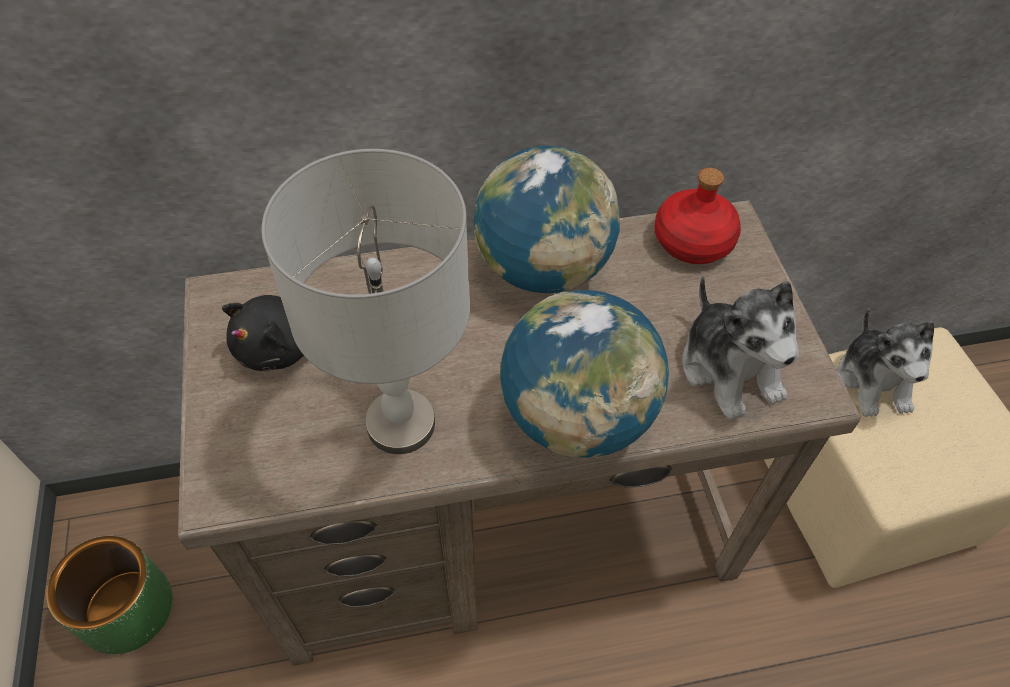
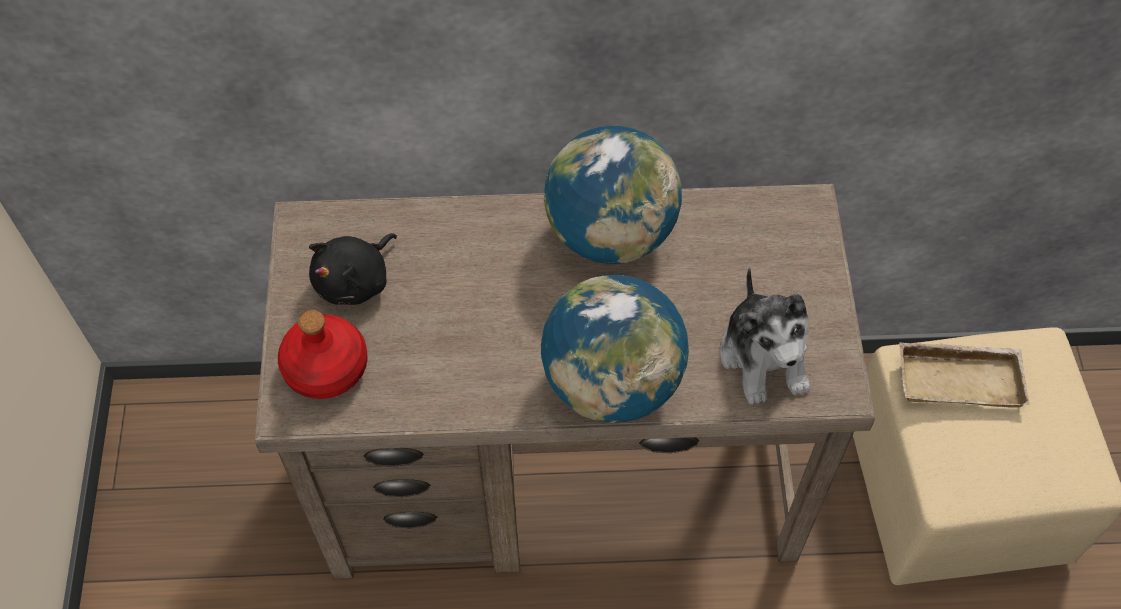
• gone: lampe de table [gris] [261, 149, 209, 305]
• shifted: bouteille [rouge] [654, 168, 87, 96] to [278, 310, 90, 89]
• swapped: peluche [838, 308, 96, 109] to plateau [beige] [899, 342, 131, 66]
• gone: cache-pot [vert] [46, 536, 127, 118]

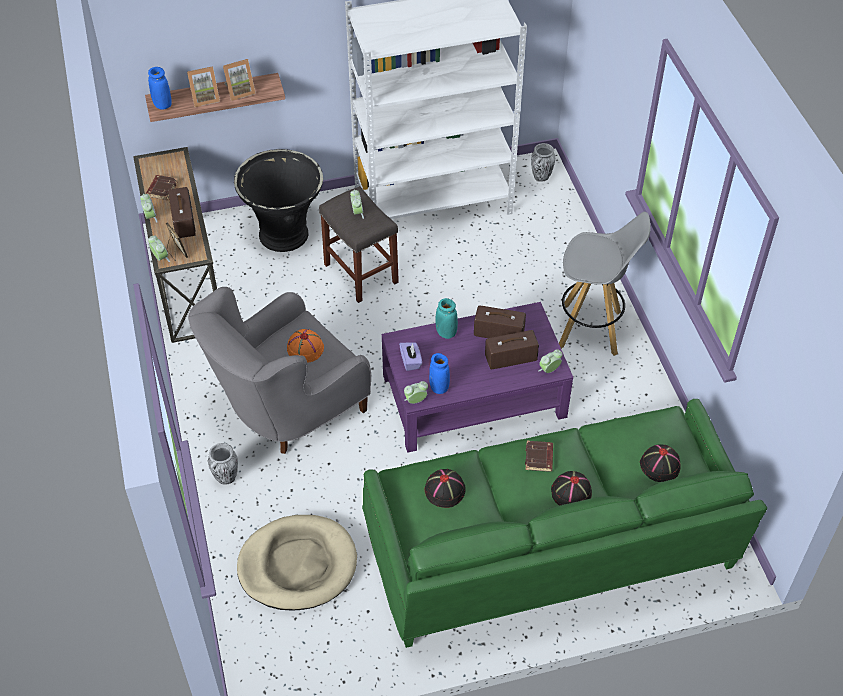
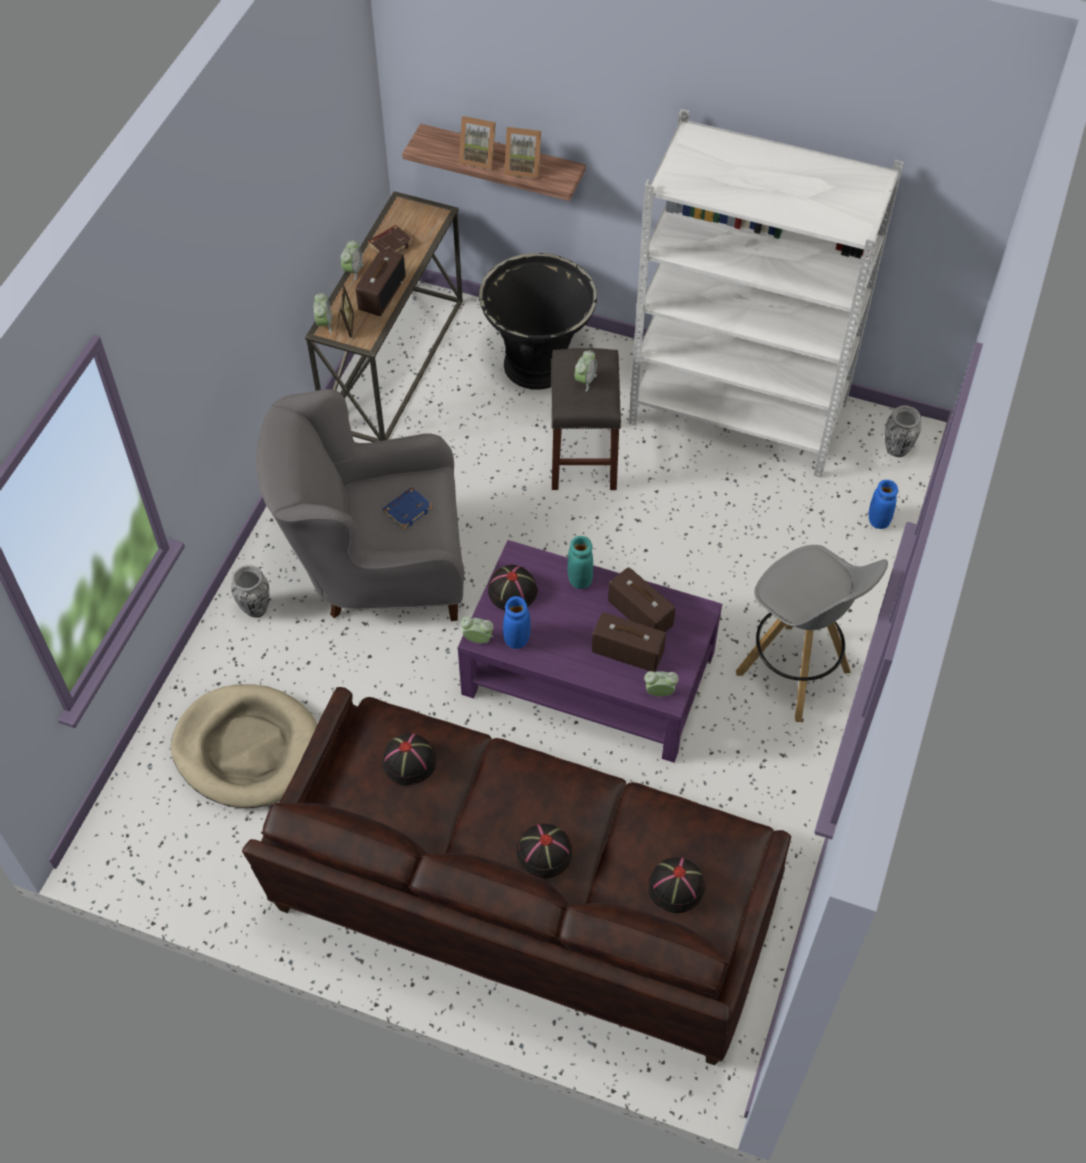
• shifted: vase [bleu] [148, 67, 24, 43] to [869, 480, 29, 49]
• swapped: chapeau [orange] [287, 329, 37, 34] to livre [bleu] [383, 487, 50, 43]
• swapped: boîte à mouchoirs [violet] [399, 343, 23, 28] to chapeau [noir] [488, 564, 50, 46]
• repainted: canapé [vert] [362, 399, 405, 249] to canapé [marron] [242, 687, 549, 378]
• gone: livre [marron] [525, 441, 28, 31]

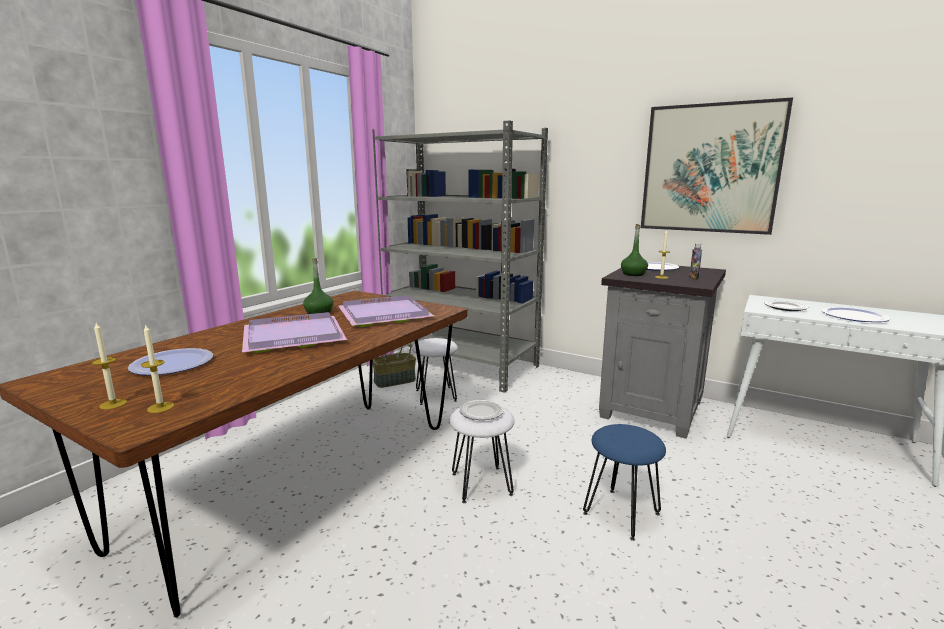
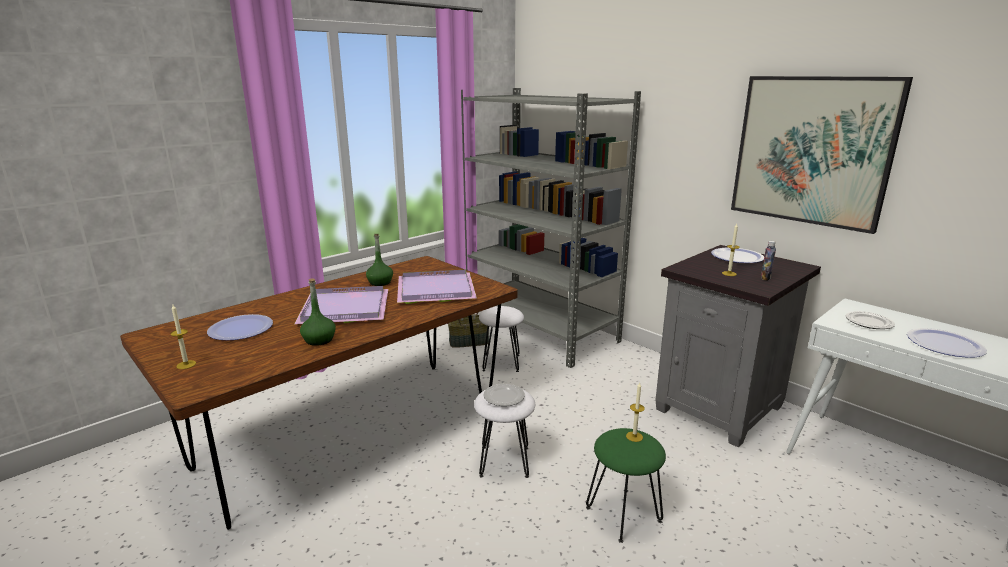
• shifted: bouteille [vert] [621, 224, 27, 52] to [300, 278, 36, 68]
• shifted: bougie [141, 324, 33, 89] to [626, 383, 19, 59]
• repainted: tabouret [bleu] [583, 424, 83, 117] to tabouret [vert] [586, 428, 80, 115]

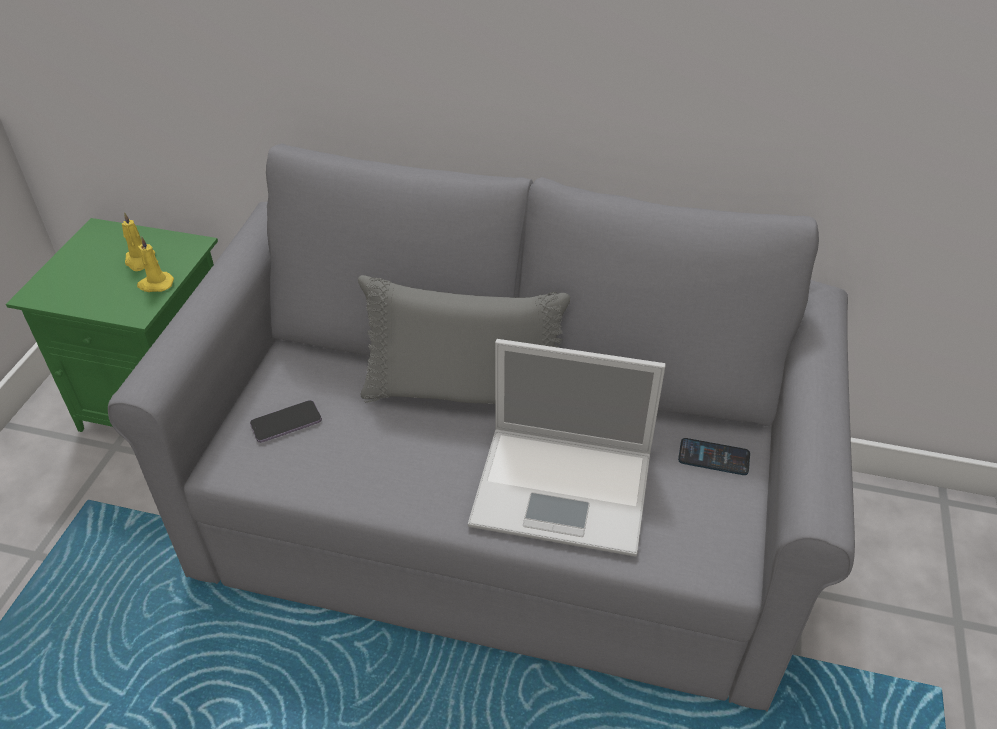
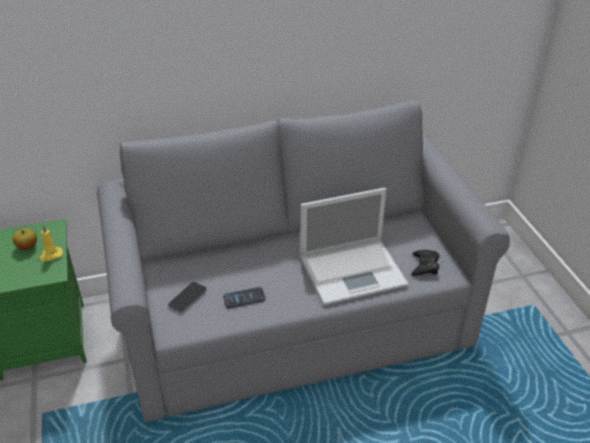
• swapped: bougie [jaune] [122, 212, 34, 59] to pomme [13, 228, 24, 22]
• gone: coussin [gris] [358, 275, 212, 129]
• shifted: téléphone [678, 438, 72, 37] to [223, 287, 43, 21]
• new: manette [noir] [411, 250, 29, 26]

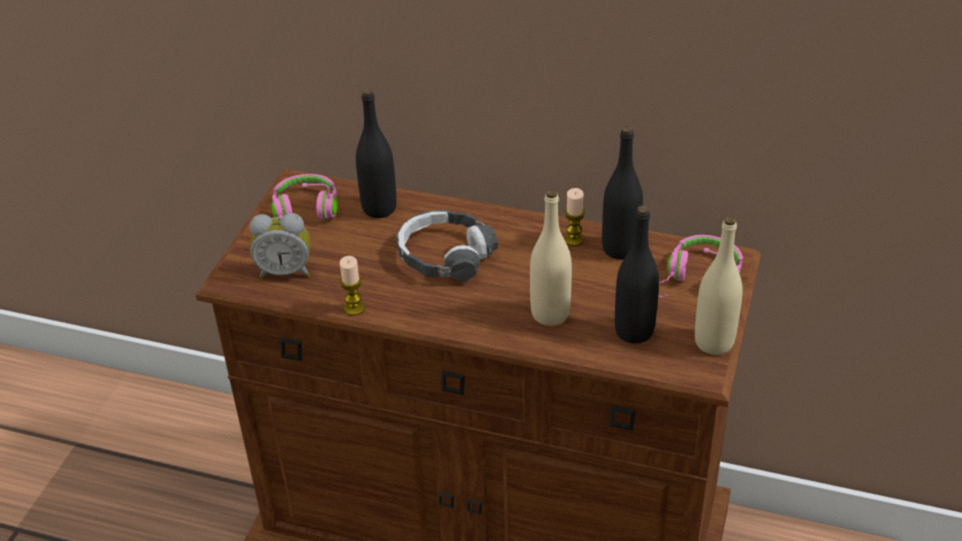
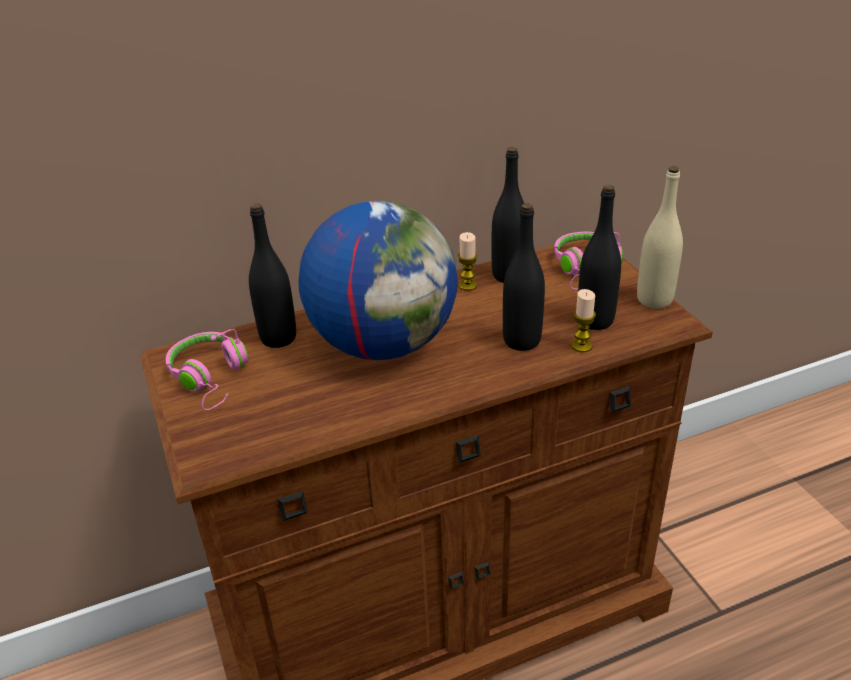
• repainted: bouteille [beige] [530, 189, 42, 137] to bouteille [noir] [503, 203, 42, 148]
• swapped: casque audio [396, 210, 102, 72] to globe [298, 201, 160, 159]
• gone: réveil [250, 213, 60, 66]
• shifted: bougie [340, 256, 25, 60] to [571, 289, 25, 63]

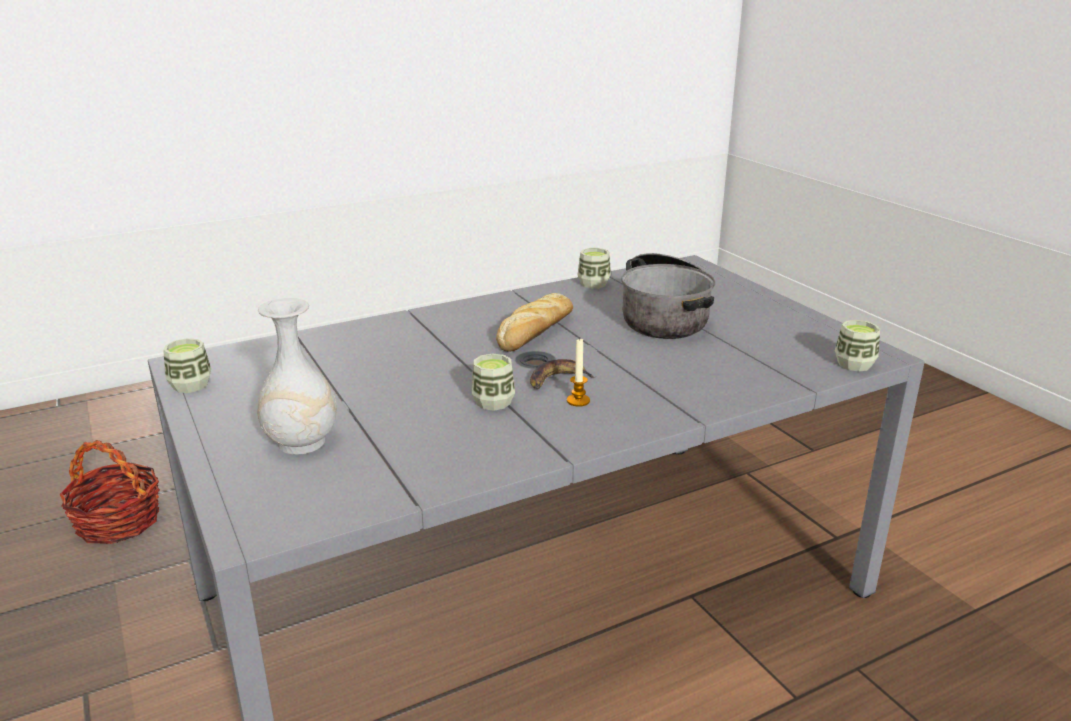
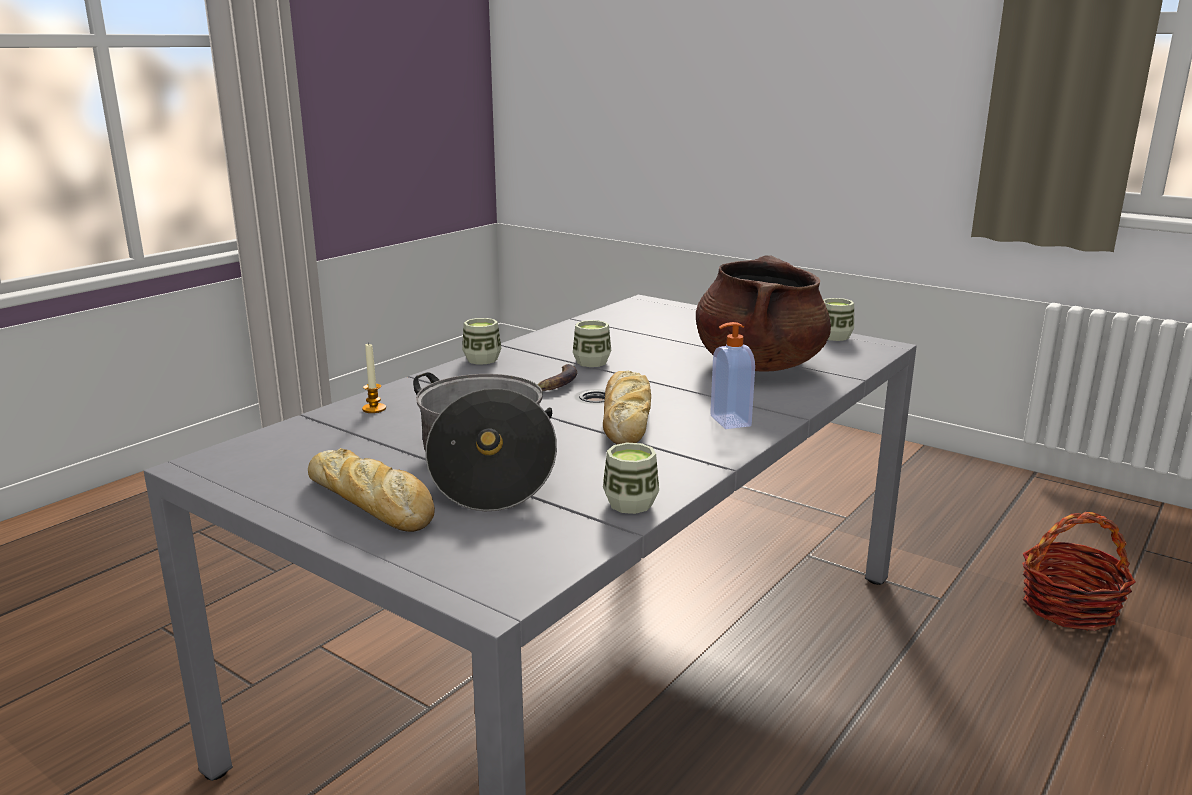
• gone: vase [blanc] [257, 298, 80, 157]
• shifted: tasse [835, 320, 45, 52] to [462, 318, 39, 46]
• shifted: bougie [567, 339, 23, 68] to [362, 342, 24, 71]
• new: marmite [marron] [696, 255, 135, 117]
• new: distributeur de savon [710, 322, 45, 107]
• new: pain [308, 448, 127, 84]

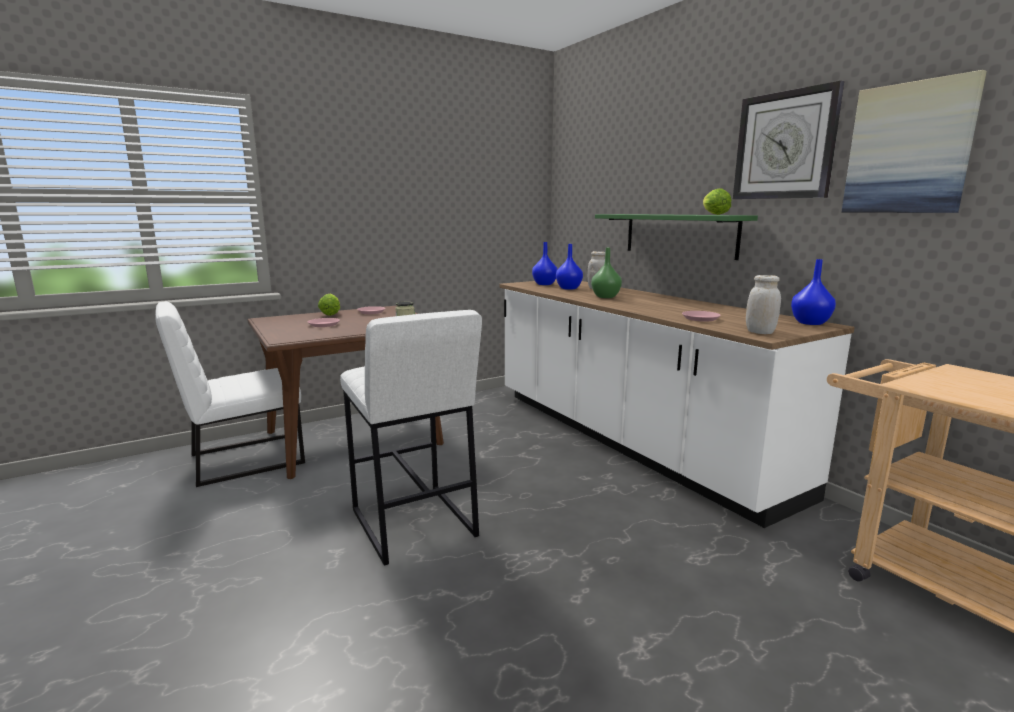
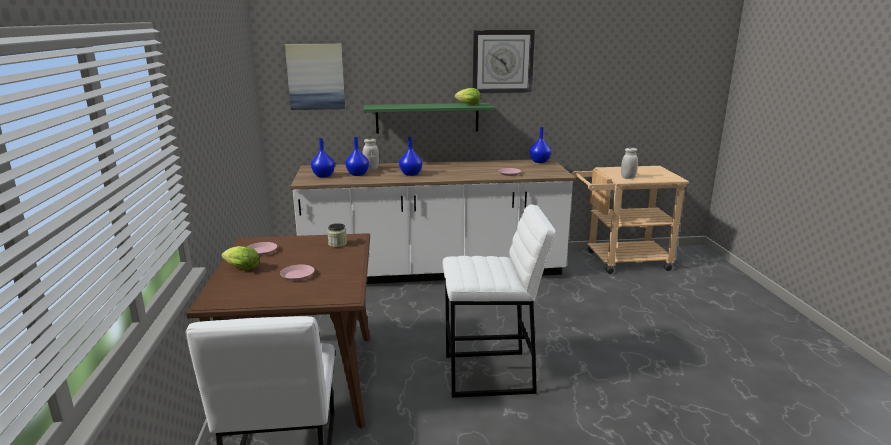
• shifted: tableau [842, 70, 145, 143] to [285, 44, 60, 66]
• repainted: vase [vert] [591, 248, 31, 50] to vase [bleu] [399, 137, 23, 39]
• shifted: bocal [blanc] [746, 275, 35, 59] to [621, 148, 17, 31]

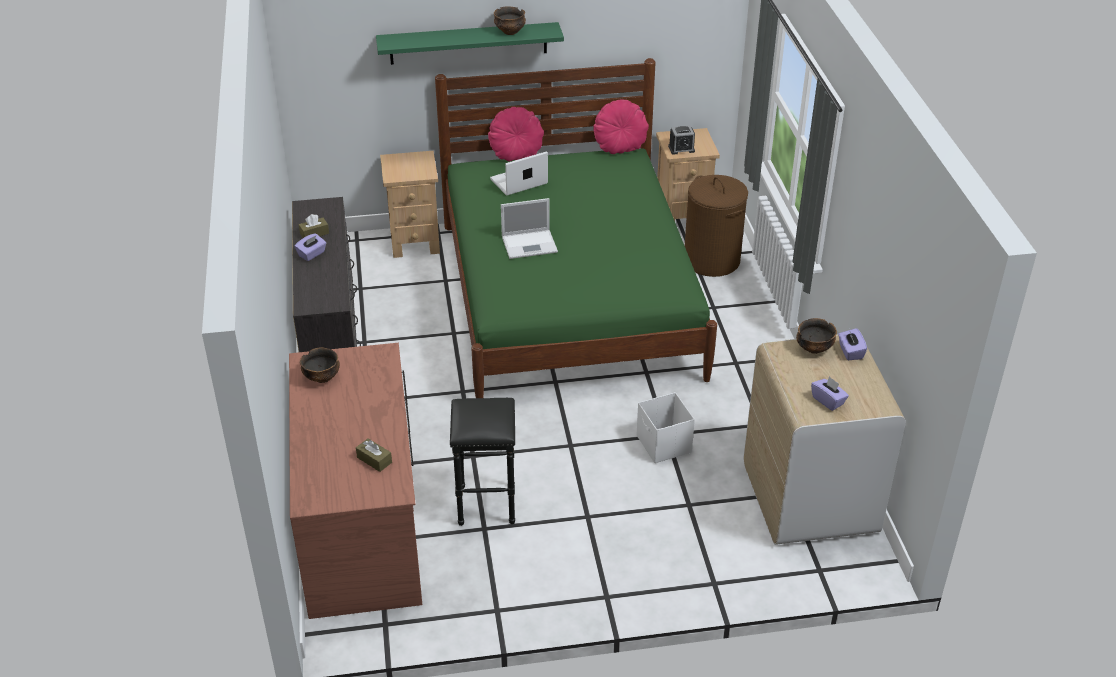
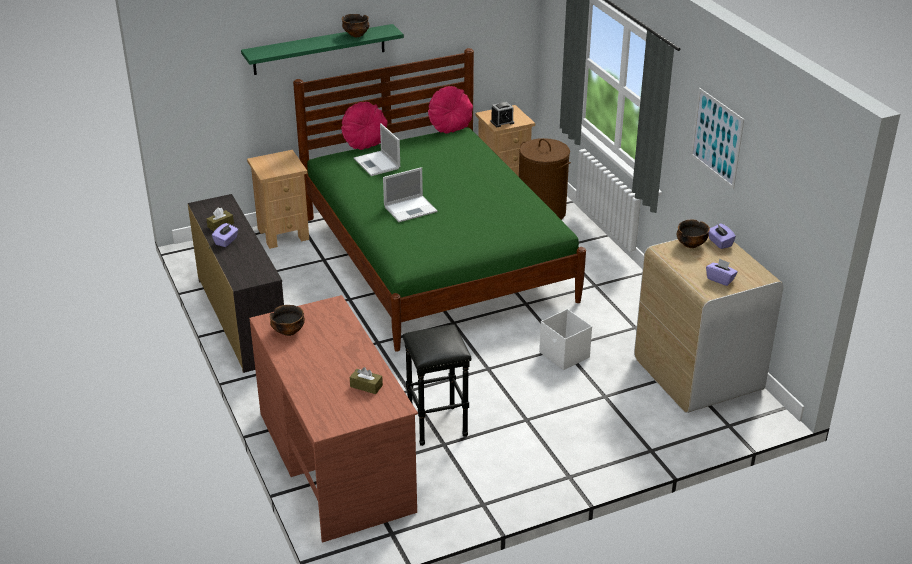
• rotated: ordinateur portable [490, 151, 58, 45] = [354, 123, 46, 53] 75 degrees counterclockwise
• new: tableau [690, 88, 54, 101]

